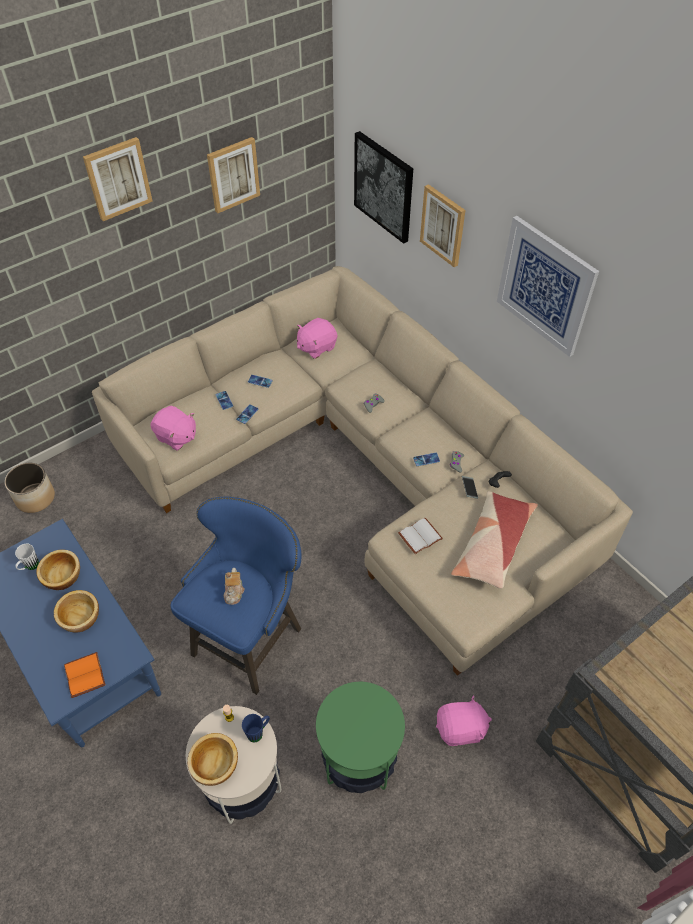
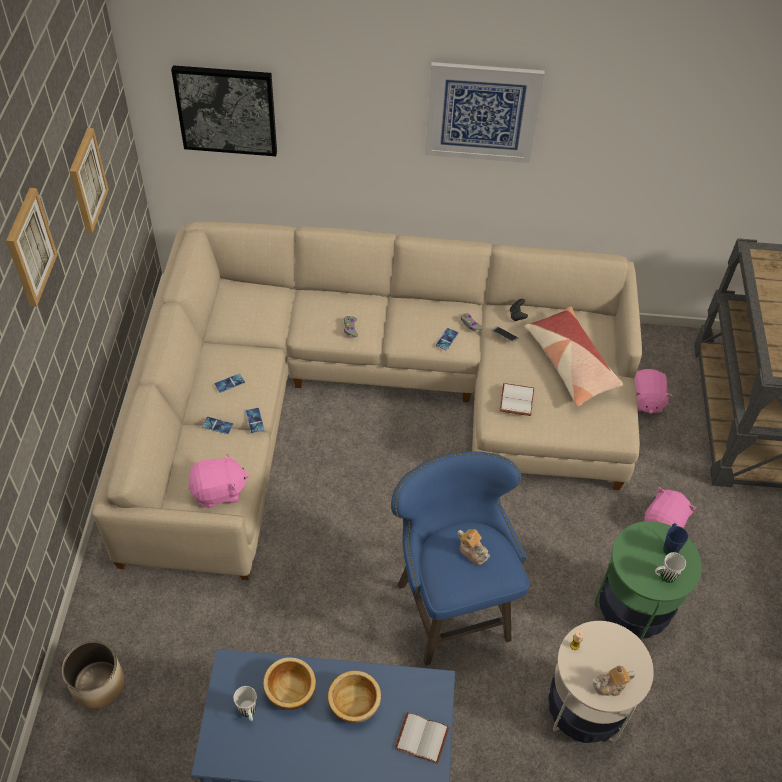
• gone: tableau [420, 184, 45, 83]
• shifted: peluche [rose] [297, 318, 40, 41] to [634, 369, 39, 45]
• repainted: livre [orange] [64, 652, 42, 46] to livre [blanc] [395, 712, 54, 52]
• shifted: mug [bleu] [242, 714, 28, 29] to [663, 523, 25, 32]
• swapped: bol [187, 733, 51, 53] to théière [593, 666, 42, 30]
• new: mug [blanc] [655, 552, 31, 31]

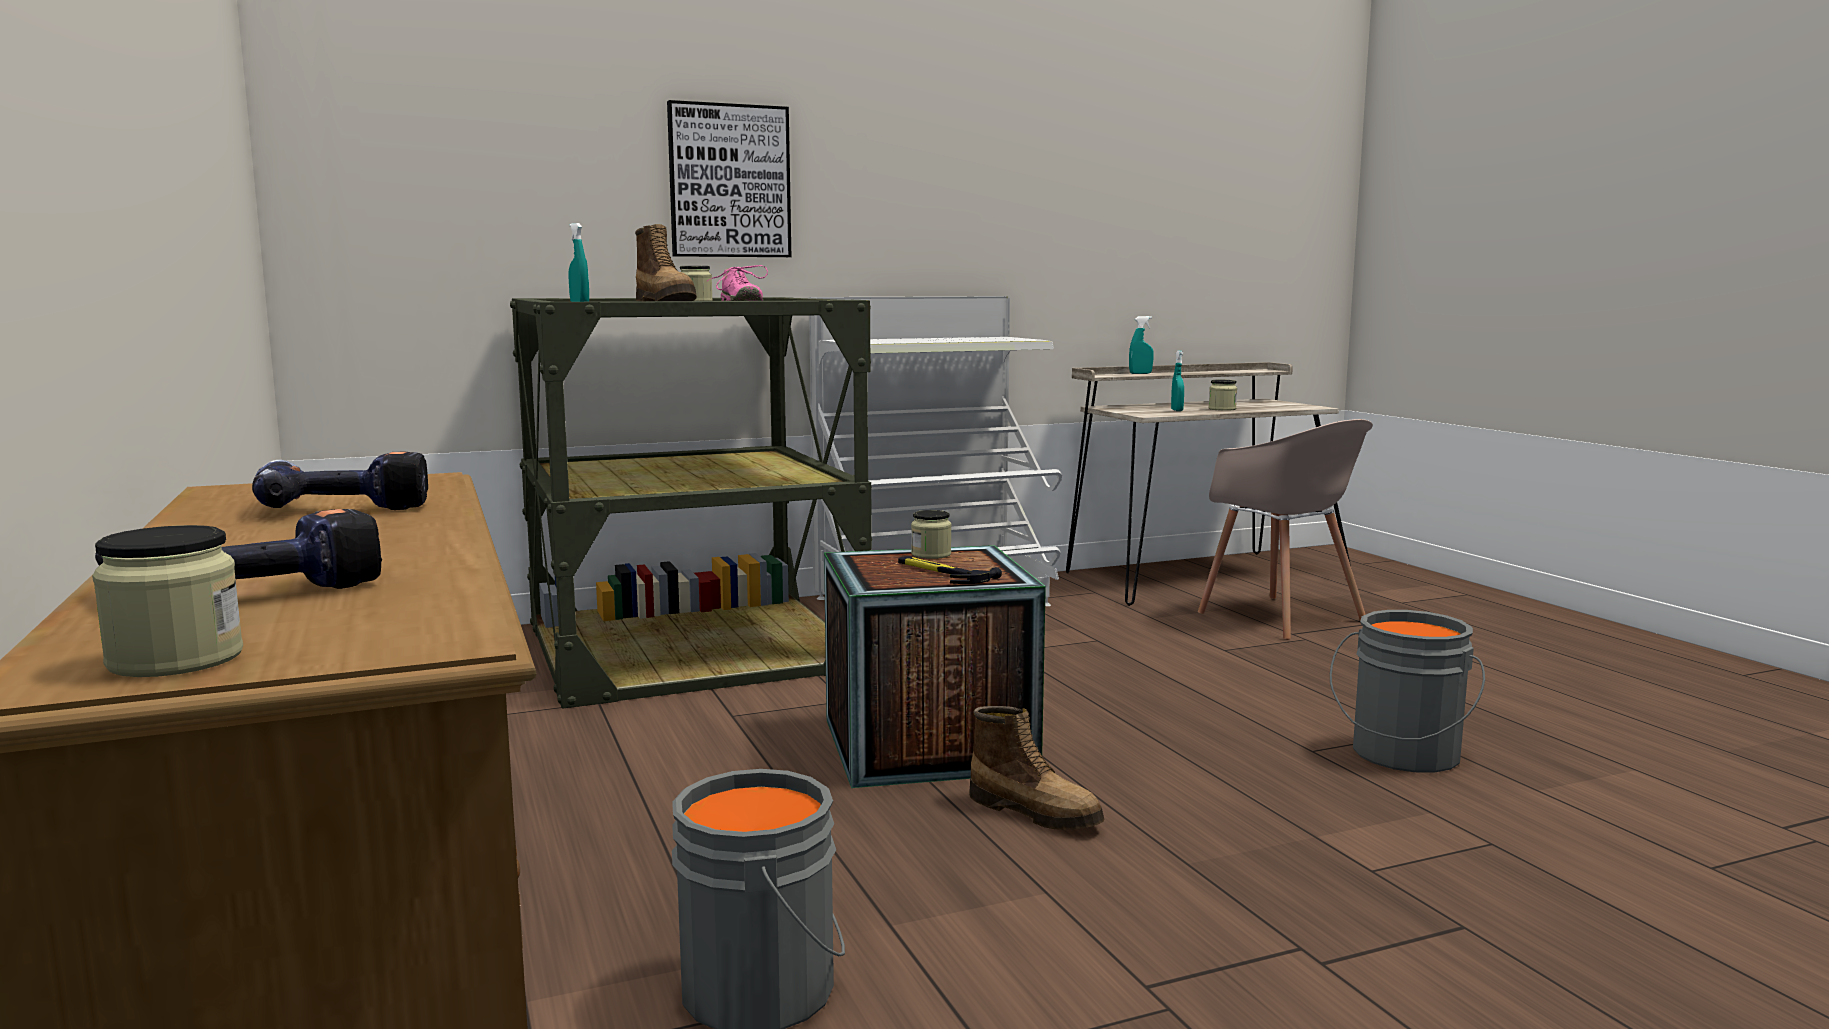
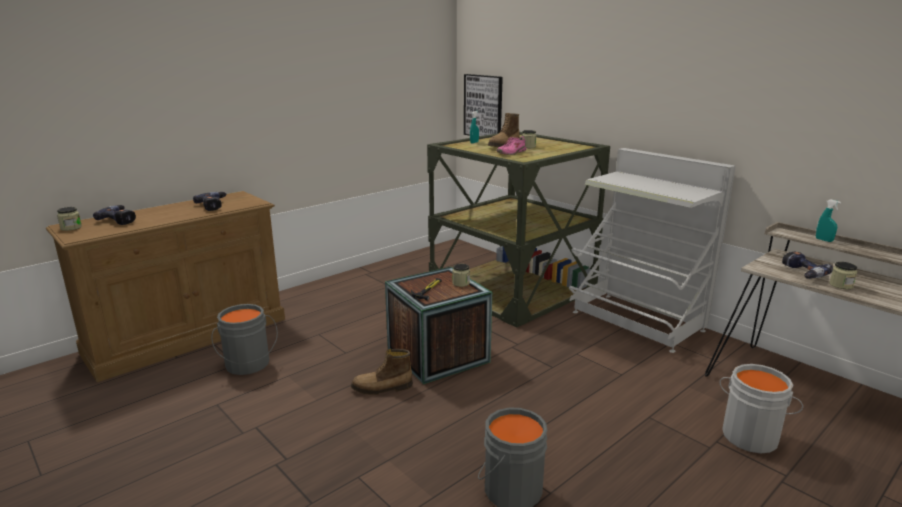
• shifted: tableau [667, 100, 124, 157] to [464, 74, 39, 62]
• swapped: vaporisateur [turquoise] [1171, 351, 13, 60] to perceuse [782, 251, 51, 28]
• swapped: chaise [beige] [1198, 419, 175, 221] to seau [gris] [719, 364, 84, 89]
• rotated: botte [969, 706, 136, 124] = [351, 349, 62, 46] 60 degrees clockwise

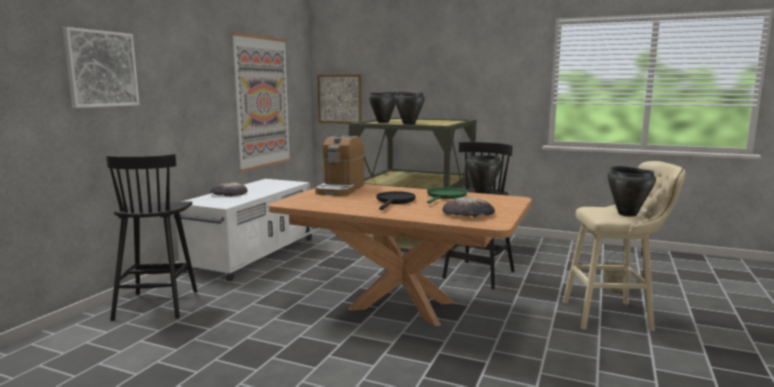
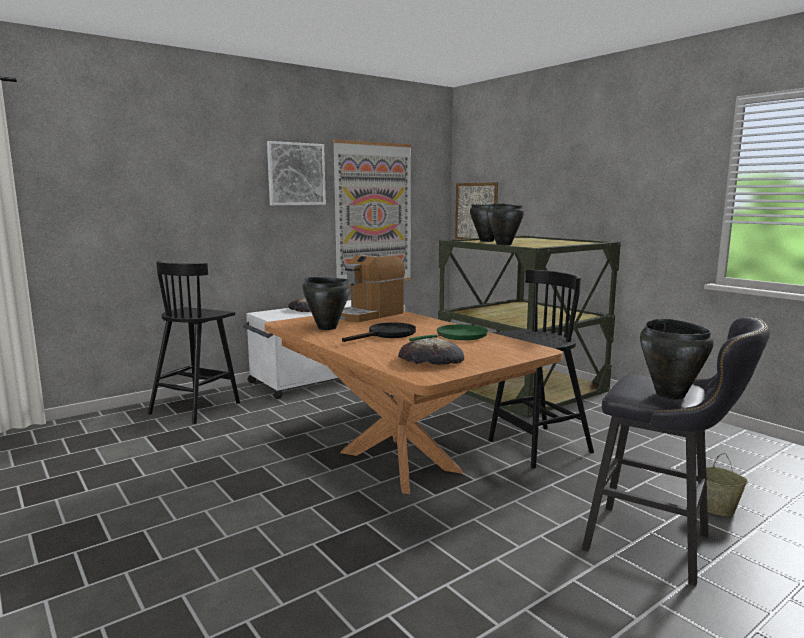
• shifted: tableau [63, 27, 77, 81] to [267, 141, 59, 64]
• shifted: marmite [noir] [466, 155, 36, 39] to [302, 277, 49, 53]
• repainted: tabouret [beige] [563, 161, 122, 170] to tabouret [noir] [582, 317, 188, 269]

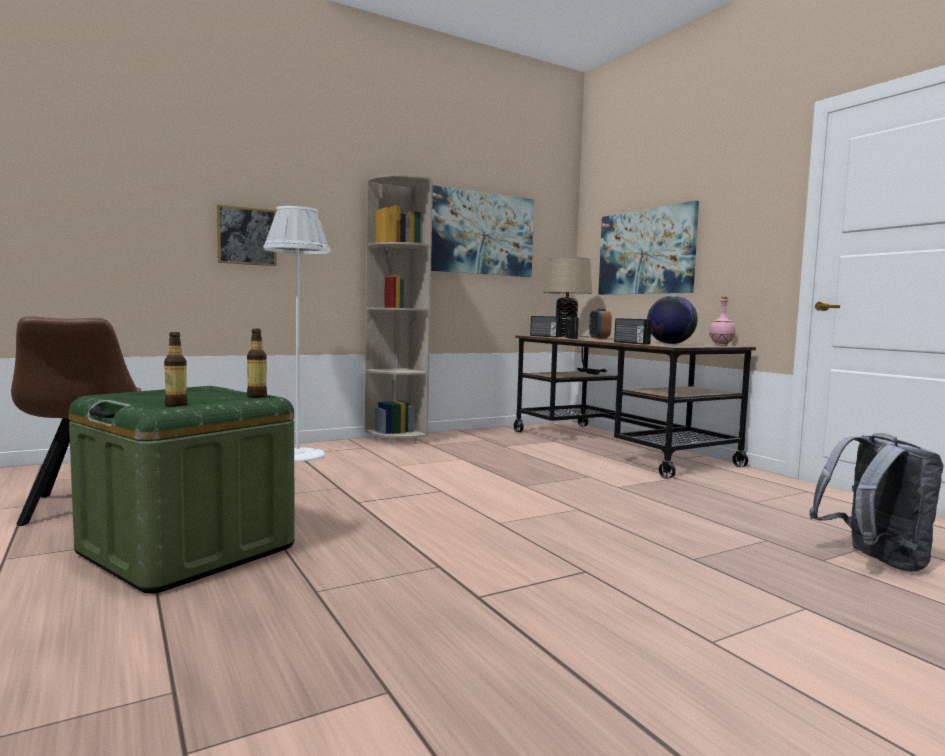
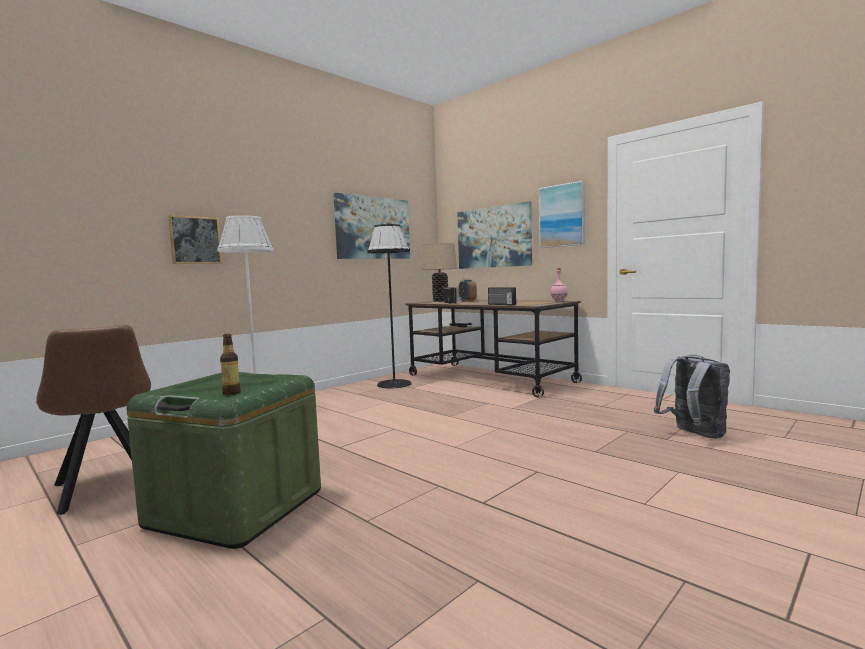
• gone: bibliothèque [beige] [365, 174, 68, 269]
• gone: globe [647, 296, 51, 48]
• gone: radio [530, 316, 32, 21]
• gone: bouteille [247, 329, 20, 69]
• new: tableau [539, 181, 46, 67]
• new: lampadaire [noir] [367, 224, 45, 164]

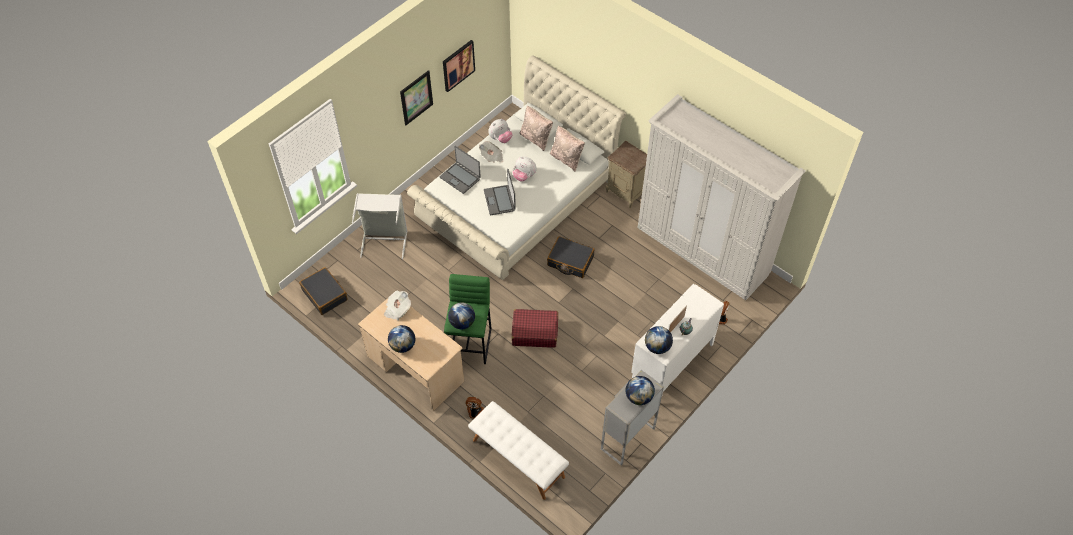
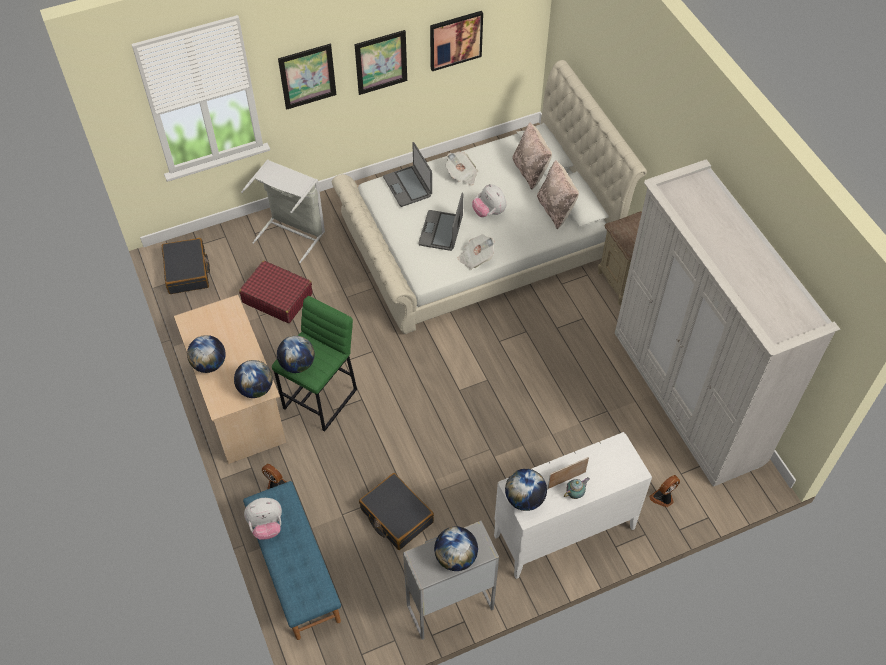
• shifted: peluche [488, 119, 25, 24] to [244, 498, 38, 42]
• shifted: valise [noir] [547, 236, 48, 42] to [359, 473, 75, 77]
• shifted: journal [384, 291, 27, 30] to [458, 234, 37, 36]
• shifted: valise [rouge] [512, 309, 46, 39] to [239, 261, 74, 62]
• repainted: banc [blanc] [468, 401, 101, 99] to banc [bleu] [243, 481, 98, 159]
• new: tableau [278, 44, 58, 66]
• new: globe [234, 360, 39, 38]

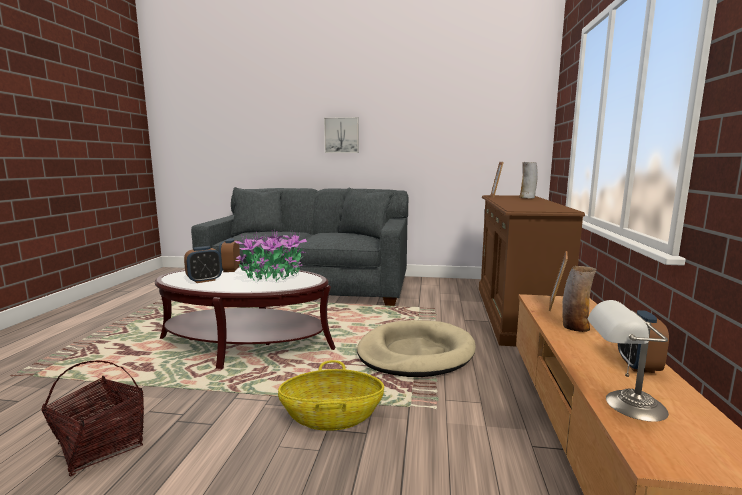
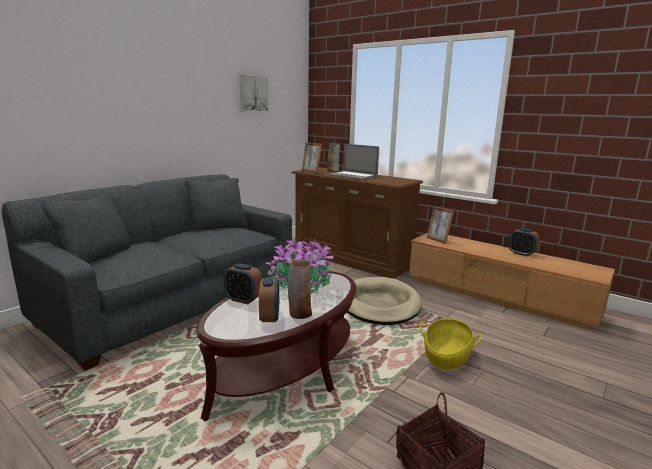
• shifted: tableau [324, 117, 35, 36] to [239, 74, 30, 38]
• shifted: vase [562, 266, 34, 66] to [288, 259, 24, 60]
• gone: lampe de table [blanc] [588, 300, 81, 122]
• new: ordinateur portable [327, 144, 52, 36]

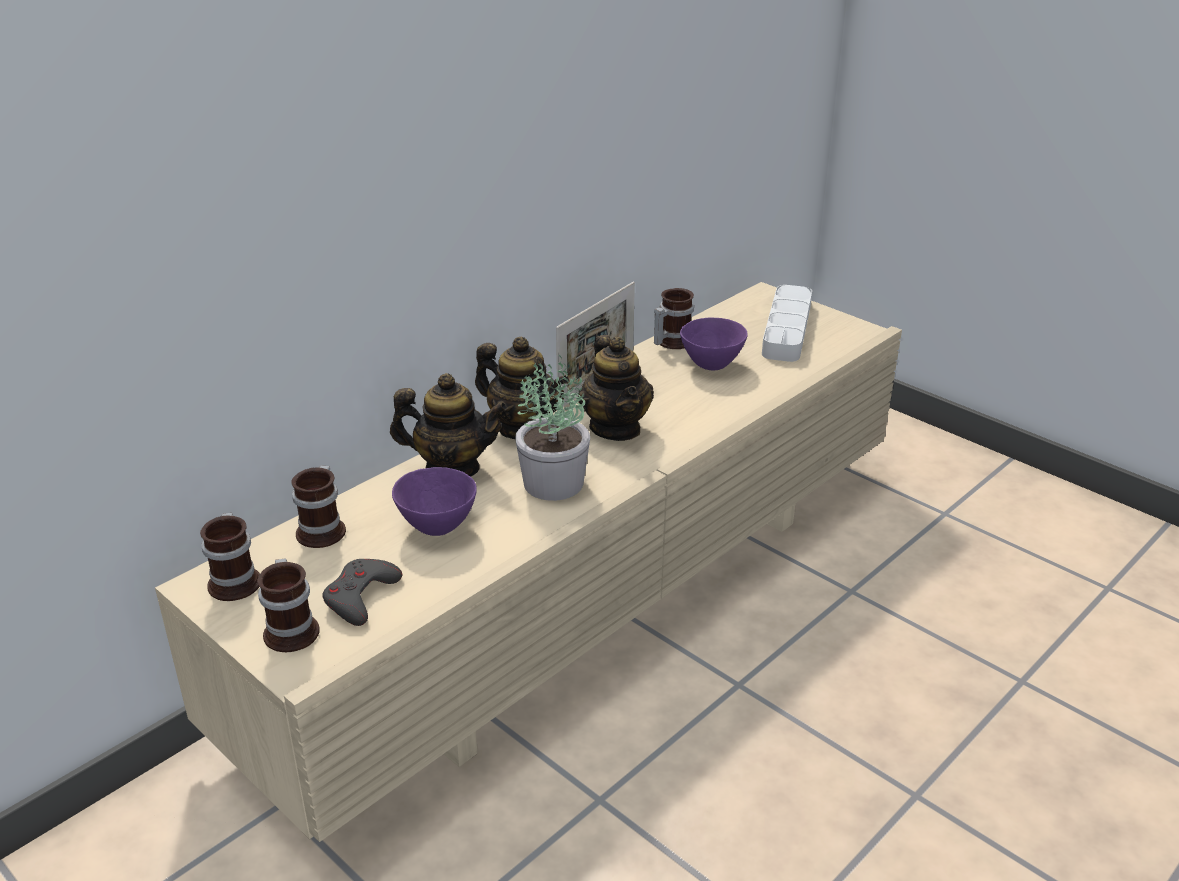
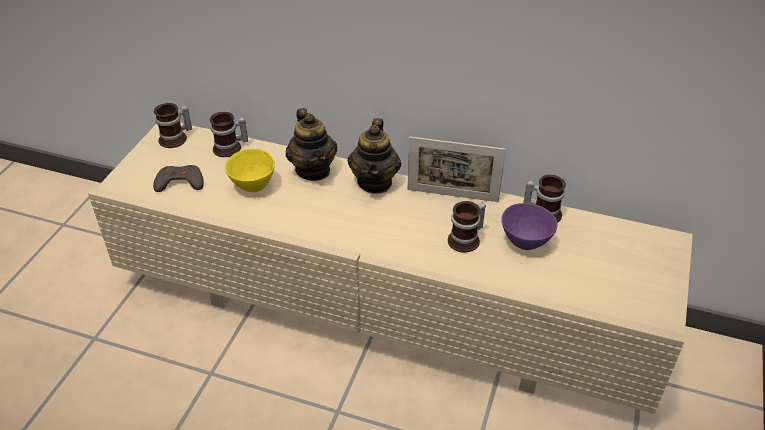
• gone: plateau [gris] [762, 285, 50, 77]
• gone: théière [578, 335, 76, 106]
• gone: plante en pot [515, 355, 75, 146]
• repainted: bol [violet] [392, 467, 85, 69] to bol [jaune] [225, 149, 50, 43]
• shifted: mug [257, 558, 63, 94] to [448, 201, 38, 52]

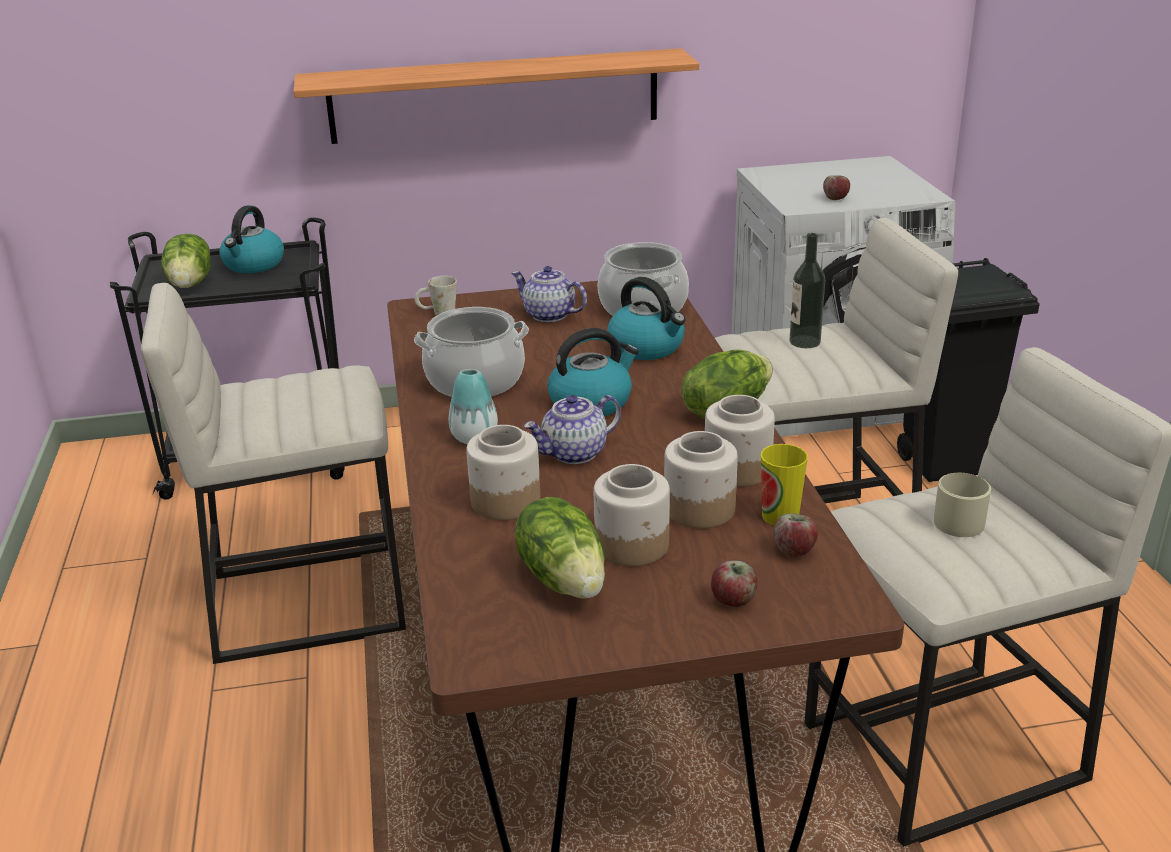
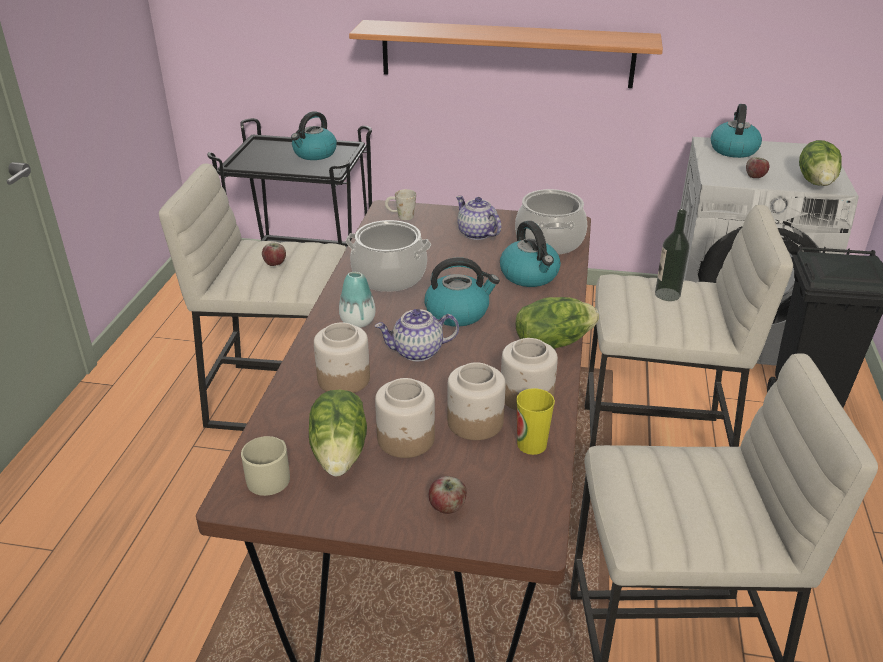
• shifted: laitue [161, 233, 50, 55] to [799, 140, 43, 46]
• shifted: mug [beige] [934, 473, 57, 64] to [241, 436, 49, 60]
• shifted: pomme [773, 513, 45, 44] to [262, 243, 24, 23]
• new: bouilloire [711, 104, 51, 54]

